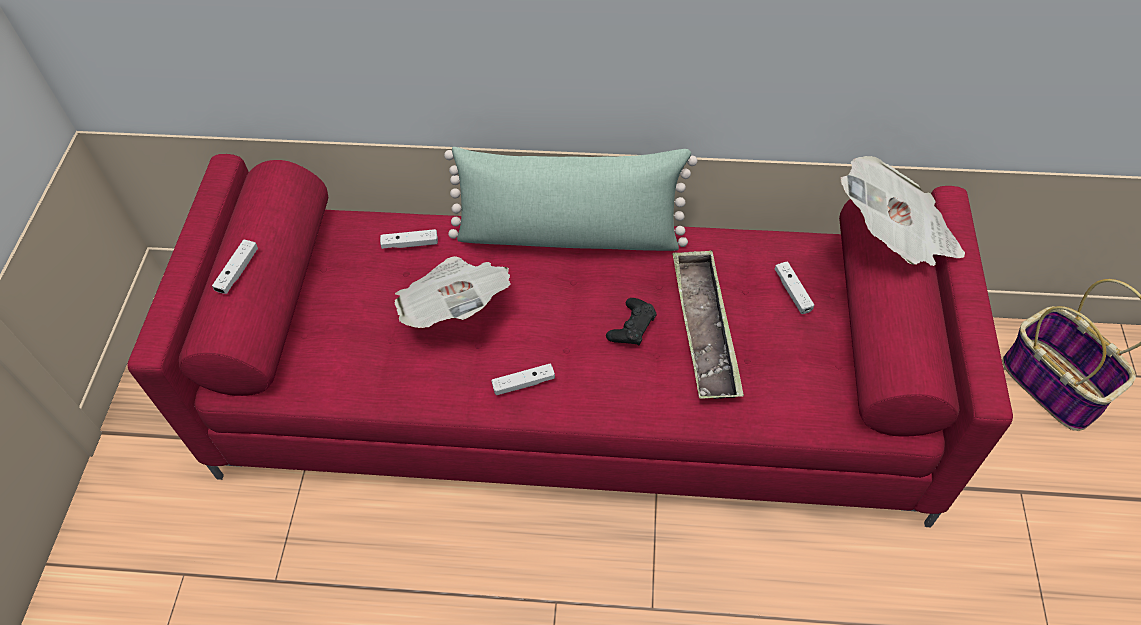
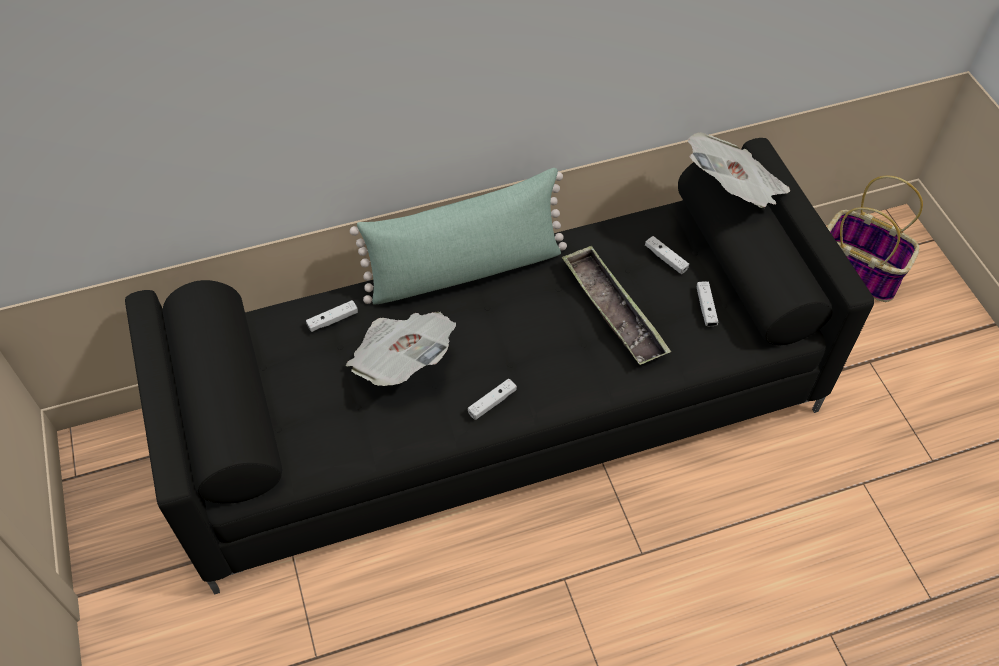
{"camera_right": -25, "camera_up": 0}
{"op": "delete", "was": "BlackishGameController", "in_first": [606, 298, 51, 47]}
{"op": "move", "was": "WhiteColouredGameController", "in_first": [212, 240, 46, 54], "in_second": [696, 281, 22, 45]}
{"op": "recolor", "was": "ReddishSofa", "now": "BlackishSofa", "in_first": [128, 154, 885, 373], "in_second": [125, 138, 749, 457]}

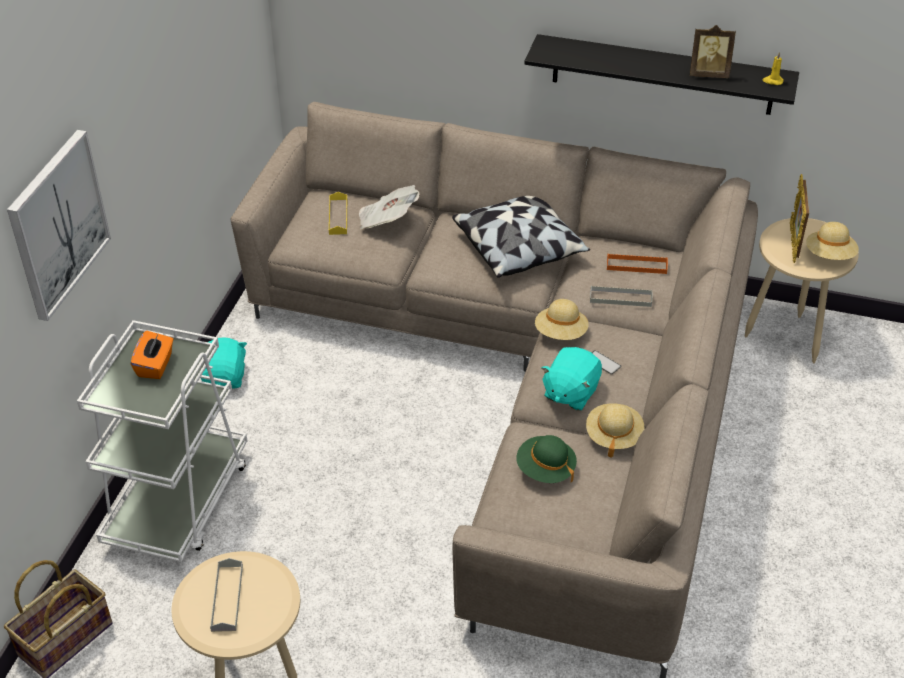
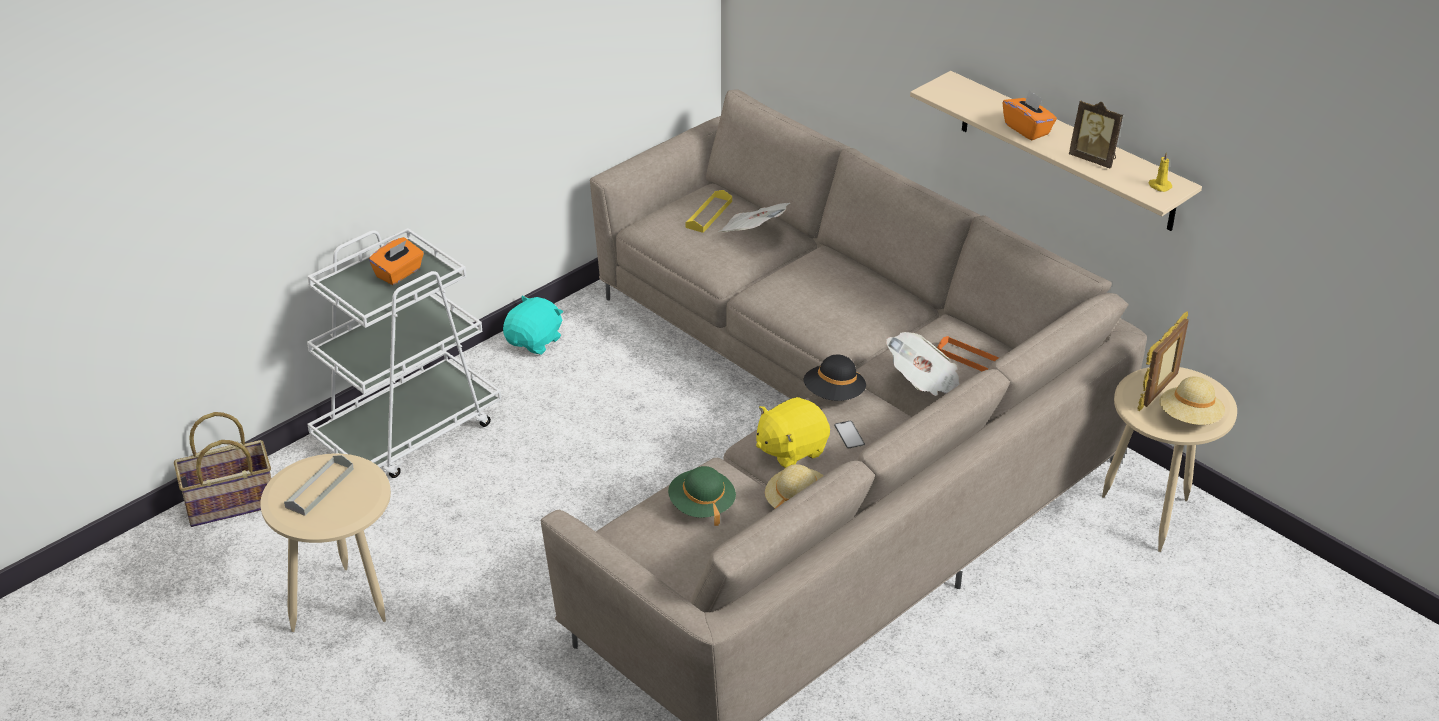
{"camera_right": 30, "camera_up": -5}
{"op": "delete", "was": "Picture", "in_first": [7, 130, 104, 191]}
{"op": "delete", "was": "ThrowPillow", "in_first": [452, 196, 138, 82]}
{"op": "insert", "now": "OrangeTissueBox", "in_second": [1003, 90, 54, 50]}
{"op": "replace", "was": "GreyishTray", "now": "DailyPaper", "in_first": [590, 286, 63, 21], "in_second": [886, 332, 74, 64]}
{"op": "recolor", "was": "BlackishBracketShelf", "now": "BeigeColouredBracketShelf", "in_first": [524, 34, 275, 81], "in_second": [910, 71, 292, 160]}
{"op": "recolor", "was": "BeigeColouredClothingHat", "now": "BlackishClothingHat", "in_first": [535, 299, 54, 41], "in_second": [804, 354, 62, 47]}
{"op": "recolor", "was": "BlueGreenCuddlyToy", "now": "YellowColouredCuddlyToy", "in_first": [541, 347, 61, 63], "in_second": [756, 397, 74, 71]}

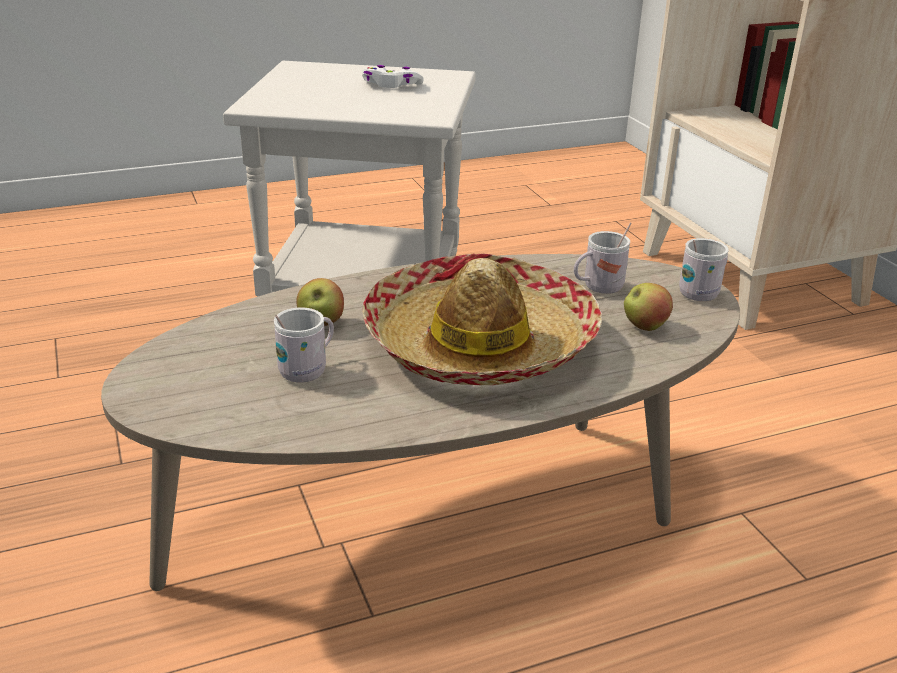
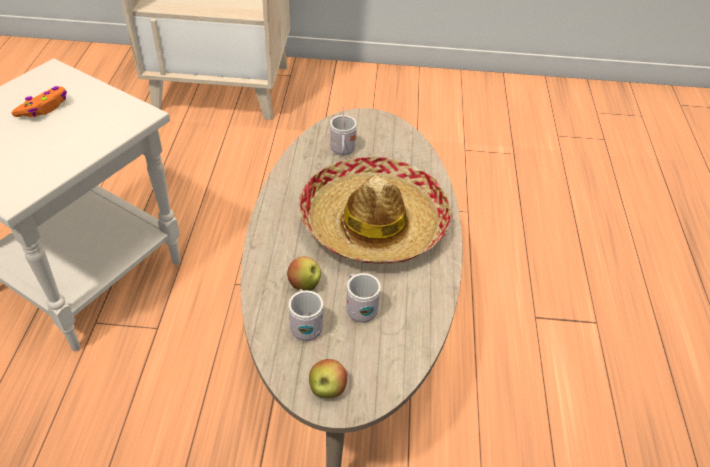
{"camera_right": -65, "camera_up": 15}
{"op": "move", "was": "Apple", "in_first": [624, 283, 49, 48], "in_second": [309, 359, 38, 39]}
{"op": "move", "was": "WhiteColouredCoffeeMug", "in_first": [679, 238, 50, 63], "in_second": [289, 289, 34, 52]}
{"op": "recolor", "was": "WhiteColouredGameController", "now": "OrangeGameController", "in_first": [362, 65, 62, 23], "in_second": [11, 86, 56, 31]}

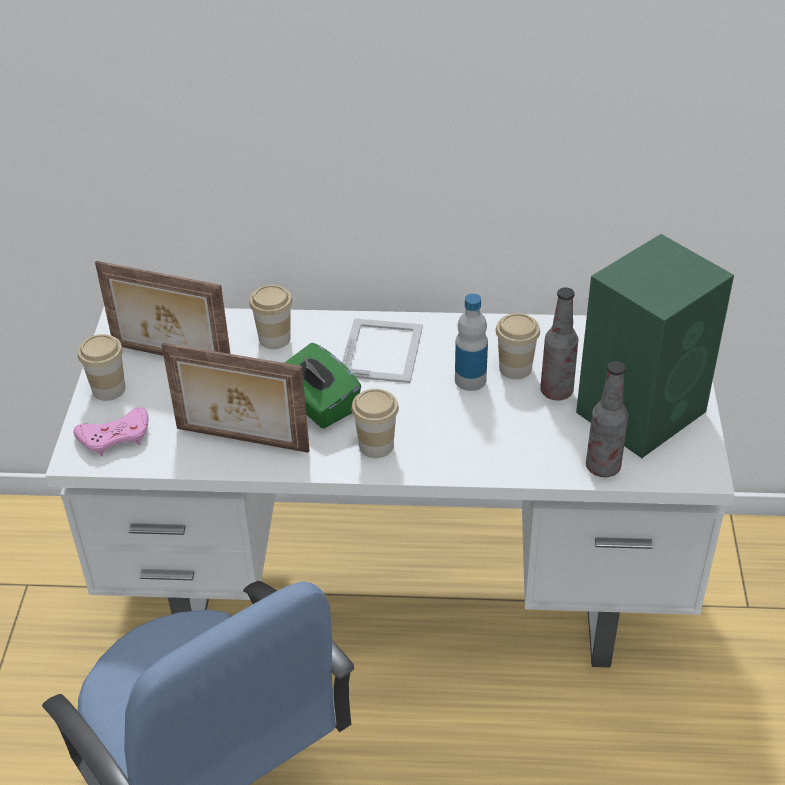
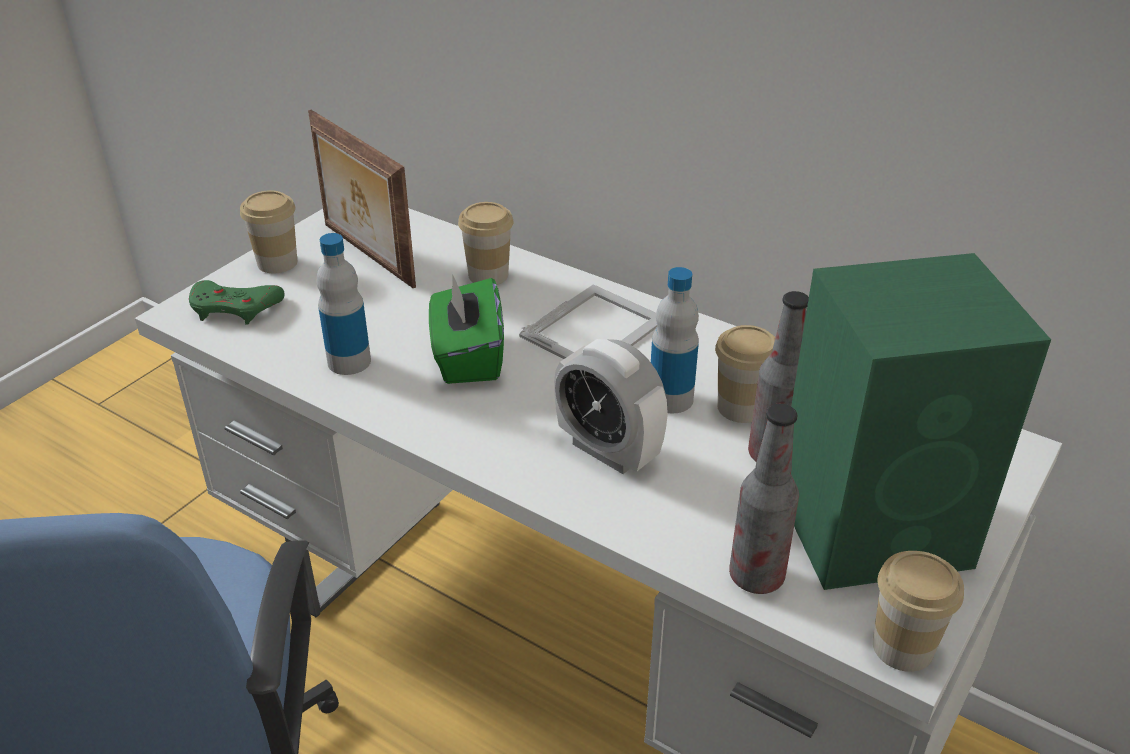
{"camera_right": 30, "camera_up": -5}
{"op": "insert", "now": "BedsideClock", "in_second": [554, 339, 114, 135]}
{"op": "move", "was": "Cup", "in_first": [351, 389, 48, 69], "in_second": [873, 551, 91, 121]}
{"op": "replace", "was": "PhotoFrame", "now": "Bottle", "in_first": [161, 343, 149, 110], "in_second": [316, 233, 55, 142]}
{"op": "recolor", "was": "PinkishGameController", "now": "GreenGameController", "in_first": [74, 407, 75, 50], "in_second": [189, 280, 95, 44]}

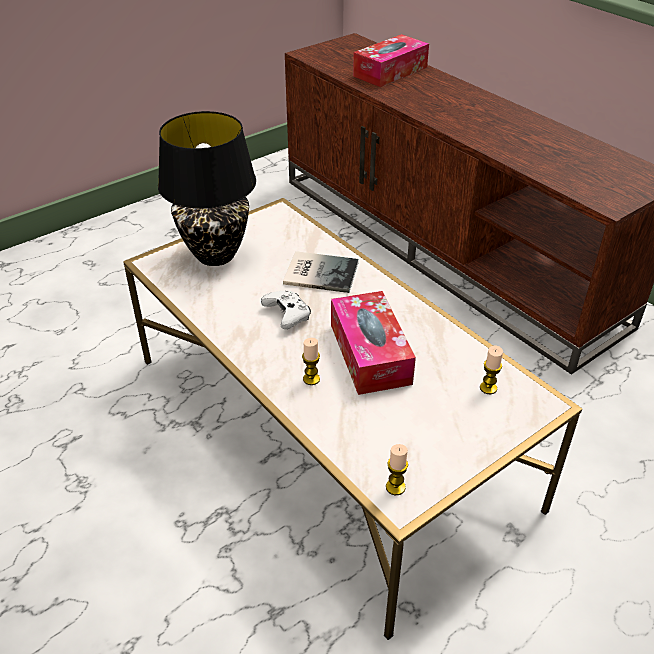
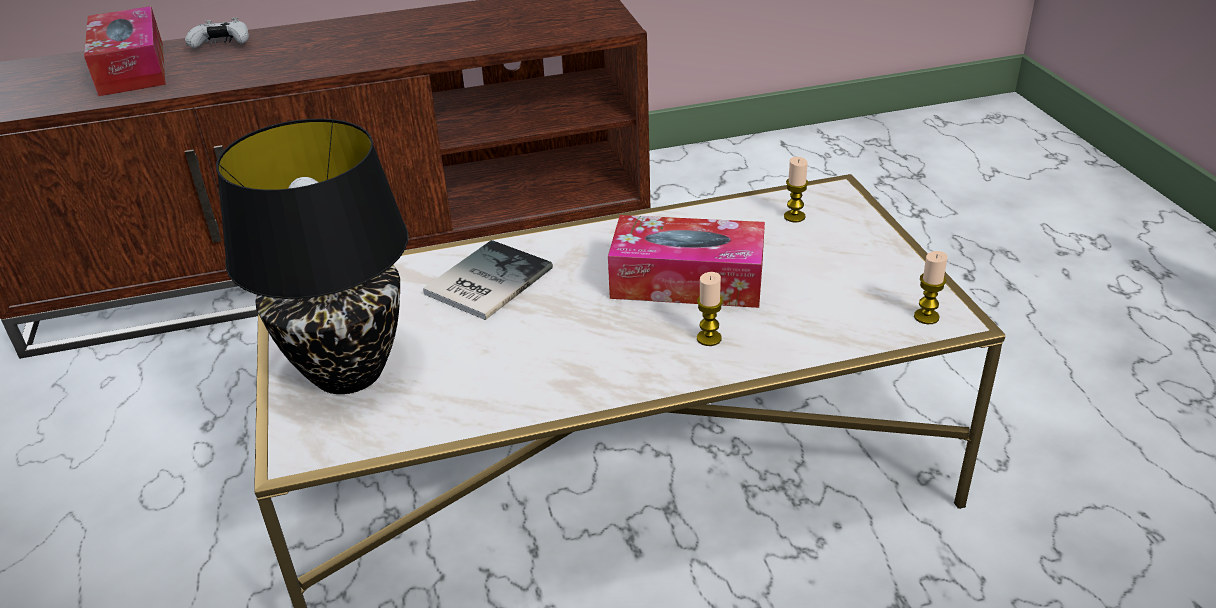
{"camera_right": -65, "camera_up": -5}
{"op": "move", "was": "WhiteColouredGameController", "in_first": [261, 290, 50, 39], "in_second": [185, 17, 64, 31]}

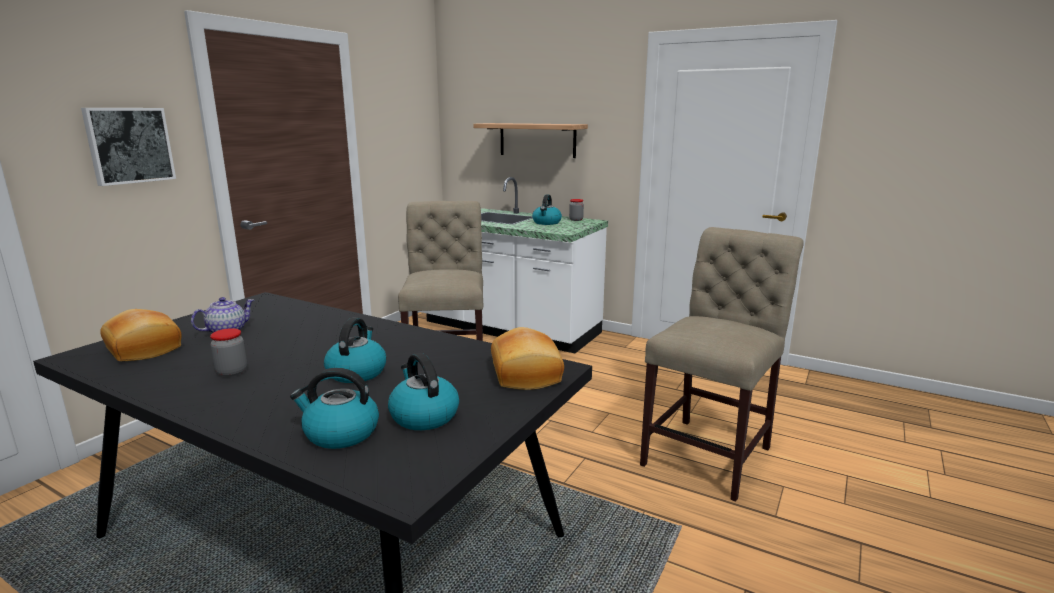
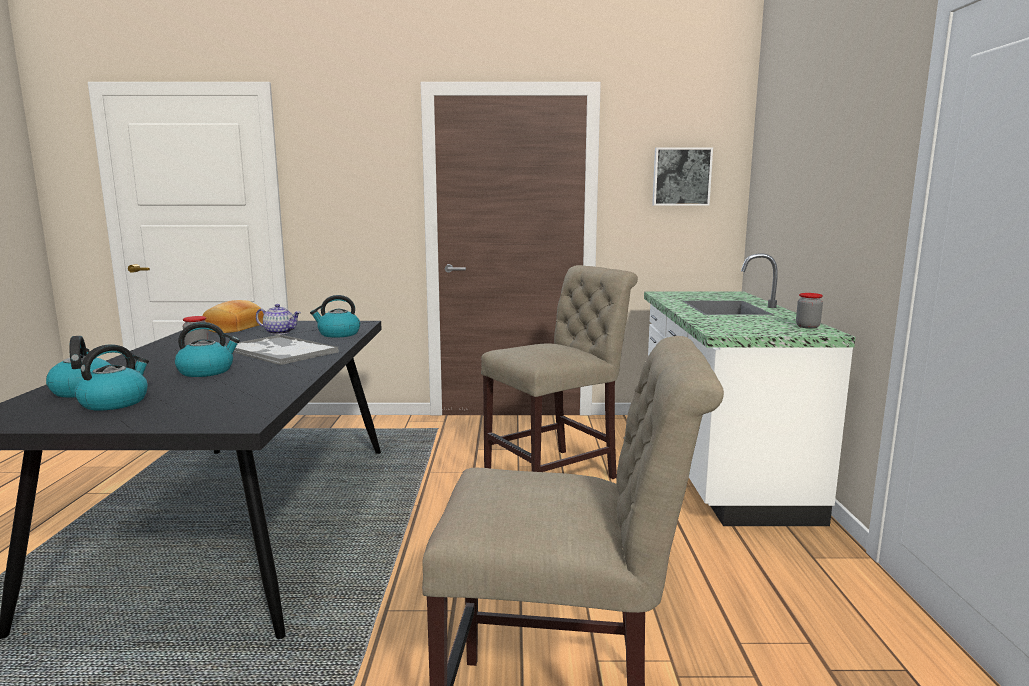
{"camera_right": 60, "camera_up": -5}
{"op": "delete", "was": "BracketShelf", "in_first": [473, 123, 115, 35]}
{"op": "delete", "was": "Bread", "in_first": [491, 327, 73, 63]}
{"op": "insert", "now": "Tray", "in_second": [225, 335, 114, 30]}
{"op": "move", "was": "Picture", "in_first": [81, 108, 95, 78], "in_second": [652, 147, 61, 59]}
{"op": "move", "was": "WaterKettle", "in_first": [532, 195, 30, 30], "in_second": [310, 295, 50, 43]}

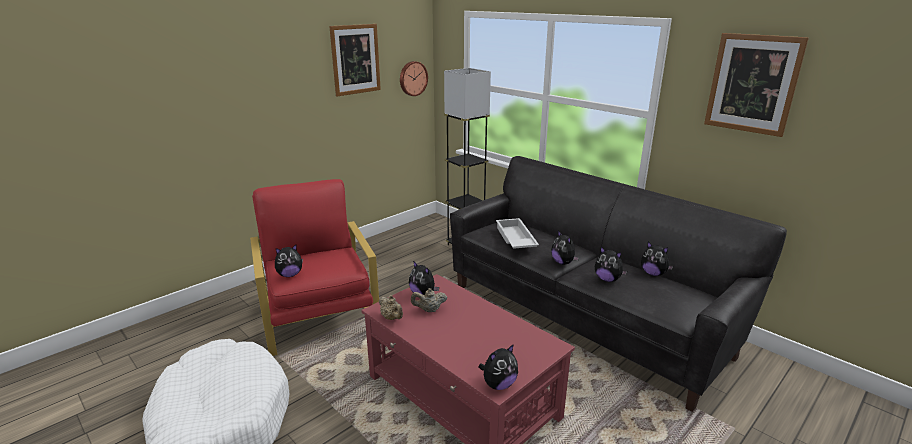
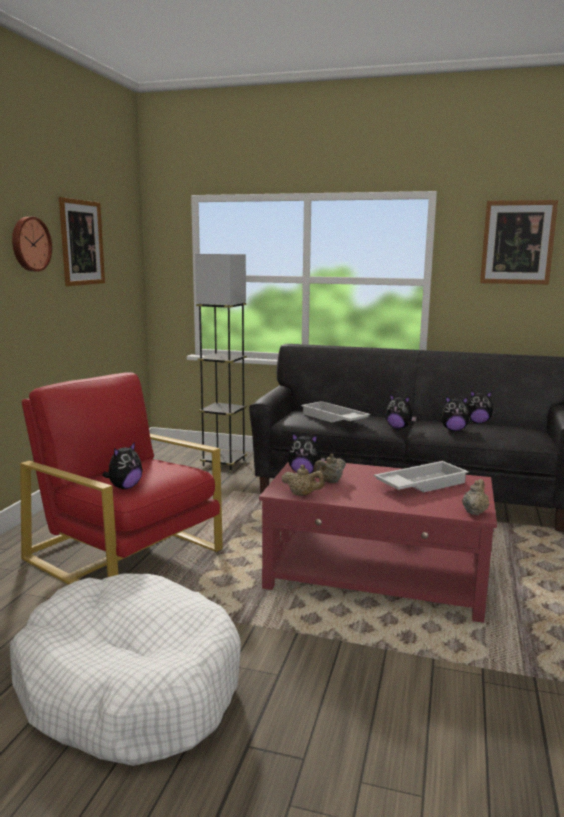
{"camera_right": -30, "camera_up": -10}
{"op": "insert", "now": "WhiteColouredTray", "in_second": [374, 461, 95, 31]}
{"op": "move", "was": "WallClock", "in_first": [400, 61, 28, 35], "in_second": [12, 217, 40, 55]}
{"op": "replace", "was": "CuddlyToy", "now": "BeigeColouredTeapot", "in_first": [479, 344, 39, 46], "in_second": [462, 479, 27, 36]}

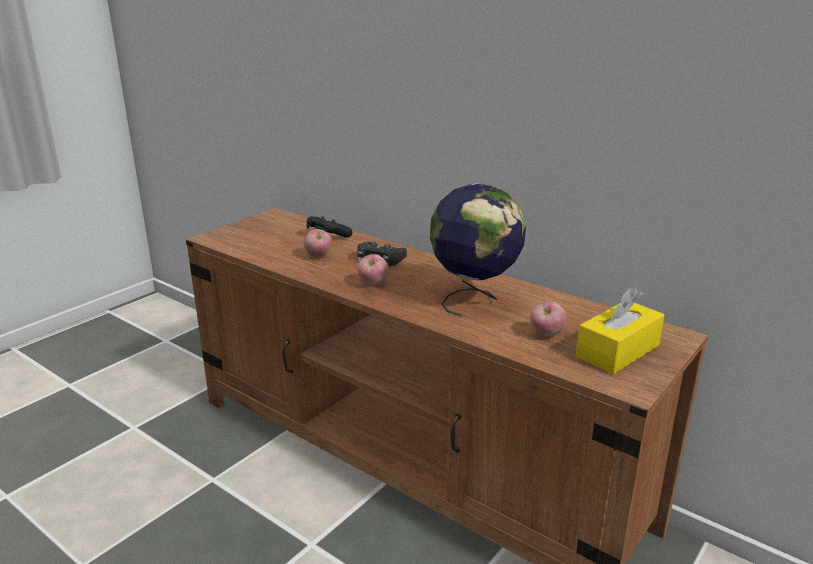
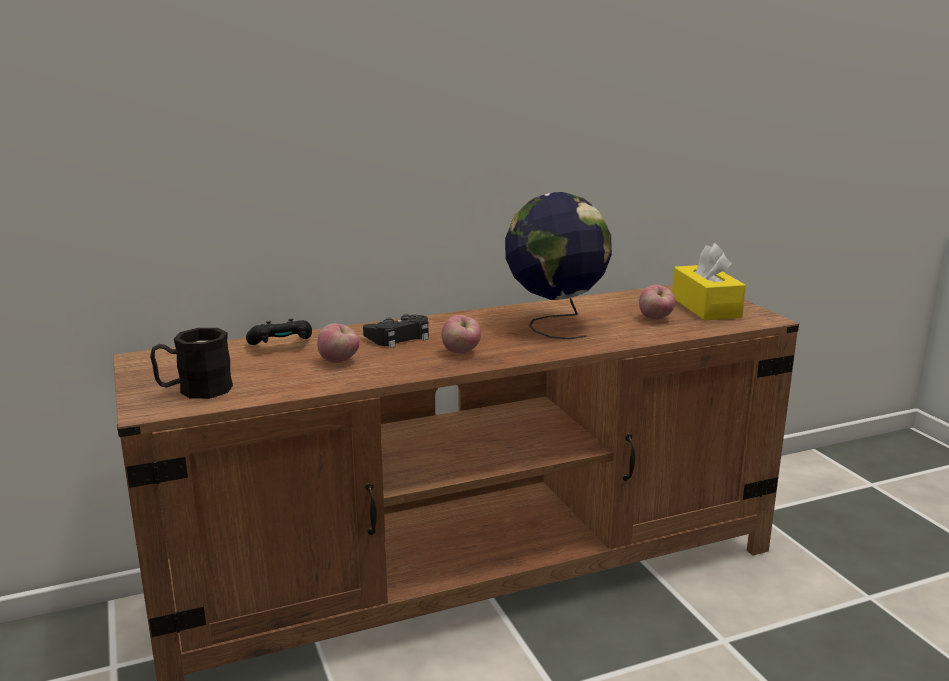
{"camera_right": -60, "camera_up": -5}
{"op": "insert", "now": "BlackishCoffeeMug", "in_second": [150, 328, 83, 71]}

